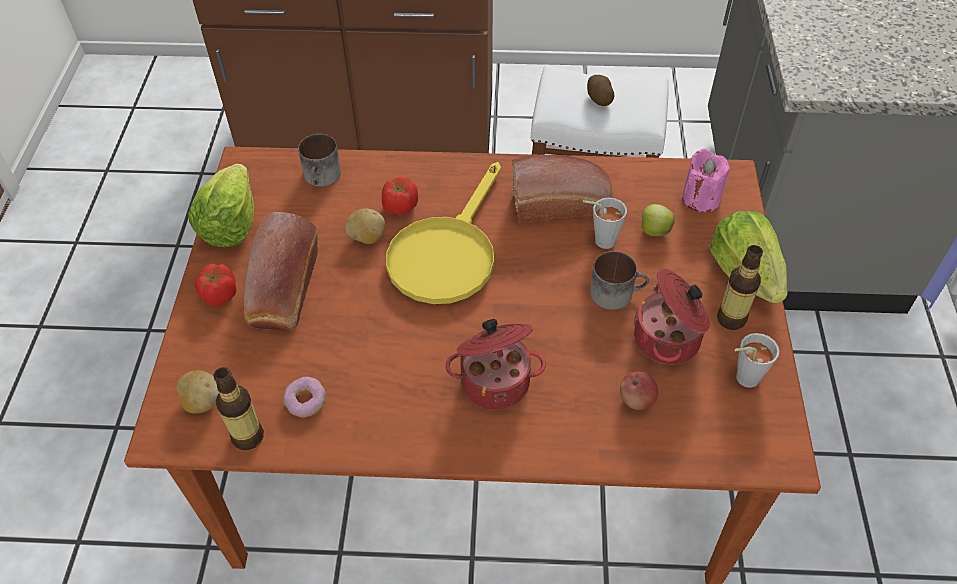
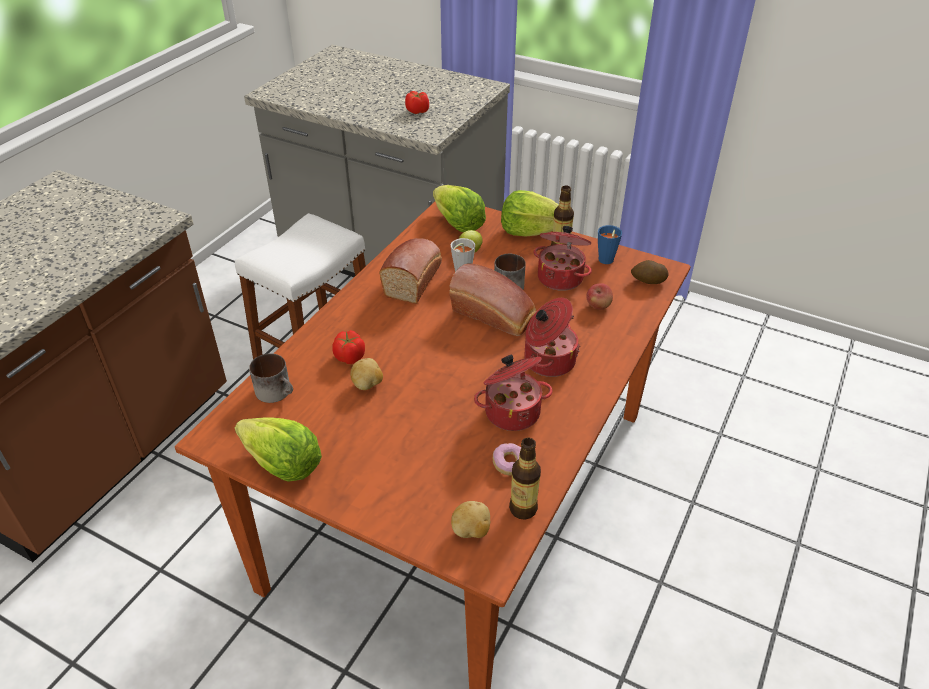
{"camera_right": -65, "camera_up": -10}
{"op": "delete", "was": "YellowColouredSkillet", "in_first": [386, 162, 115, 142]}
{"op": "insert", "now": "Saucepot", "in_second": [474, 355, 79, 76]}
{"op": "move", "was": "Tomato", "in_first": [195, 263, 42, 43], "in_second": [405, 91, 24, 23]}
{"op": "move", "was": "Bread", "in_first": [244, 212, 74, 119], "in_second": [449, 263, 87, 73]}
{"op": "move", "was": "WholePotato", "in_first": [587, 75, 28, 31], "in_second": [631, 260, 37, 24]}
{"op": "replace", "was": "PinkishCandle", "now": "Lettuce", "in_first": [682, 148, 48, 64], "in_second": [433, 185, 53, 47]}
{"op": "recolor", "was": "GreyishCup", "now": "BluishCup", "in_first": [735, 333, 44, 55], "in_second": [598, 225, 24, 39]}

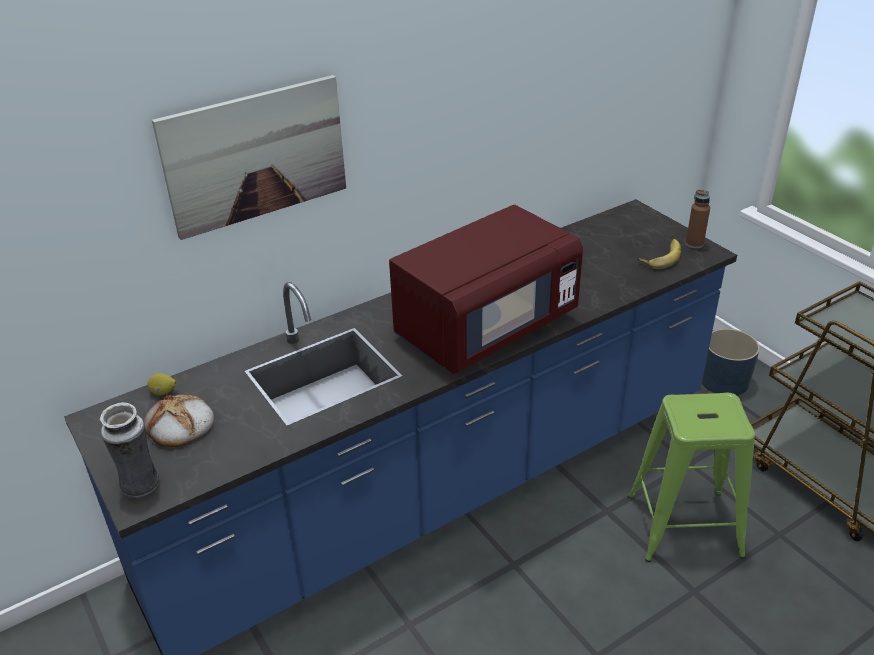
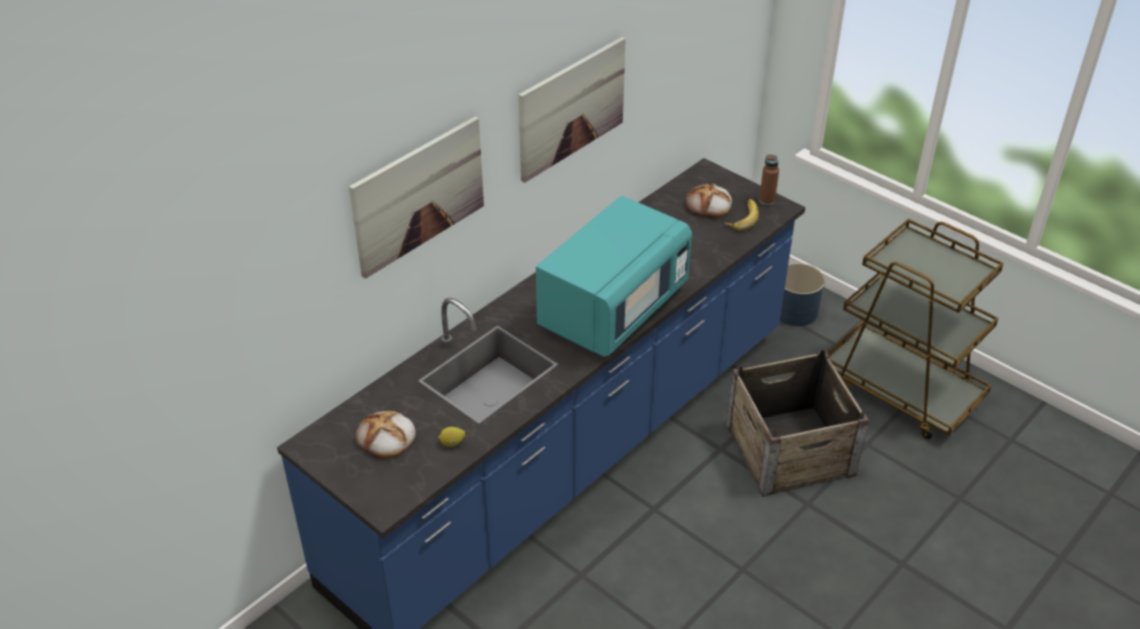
{"camera_right": -15, "camera_up": 5}
{"op": "delete", "was": "Vase", "in_first": [100, 402, 59, 96]}
{"op": "insert", "now": "Picture", "in_second": [518, 37, 108, 146]}
{"op": "insert", "now": "Bread", "in_second": [685, 183, 47, 35]}
{"op": "move", "was": "Lemon", "in_first": [147, 373, 29, 22], "in_second": [438, 427, 27, 20]}
{"op": "replace", "was": "GreenStoolSeat", "now": "PackingCrate", "in_first": [628, 393, 127, 169], "in_second": [726, 350, 143, 147]}
{"op": "recolor", "was": "ReddishMicrowave", "now": "BlueGreenMicrowave", "in_first": [389, 205, 194, 169], "in_second": [536, 196, 156, 161]}

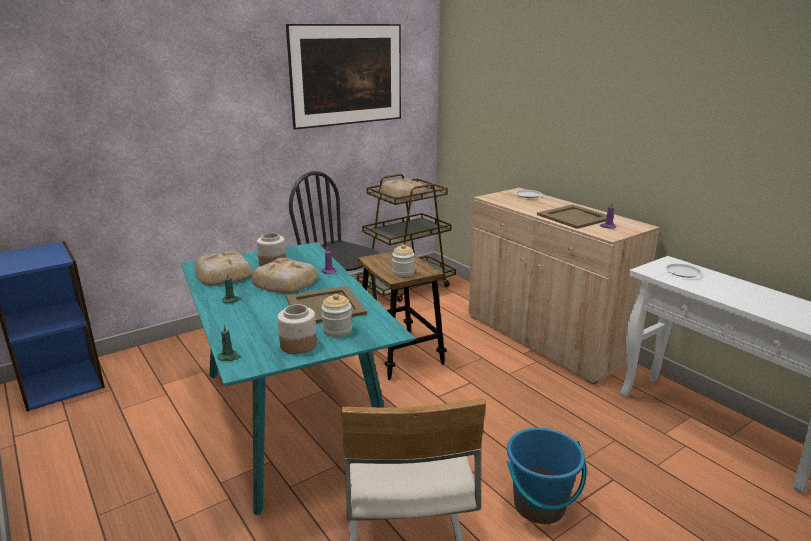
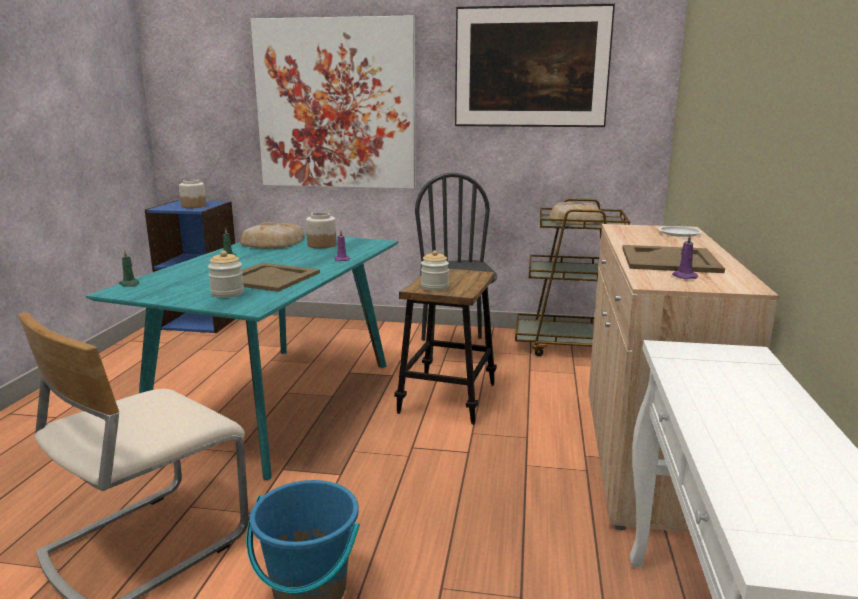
{"camera_right": 45, "camera_up": -5}
{"op": "delete", "was": "Bread", "in_first": [251, 258, 67, 36]}
{"op": "delete", "was": "WhiteColouredFlatDish", "in_first": [665, 263, 38, 15]}
{"op": "insert", "now": "Picture", "in_second": [251, 15, 165, 174]}
{"op": "move", "was": "Jar", "in_first": [277, 304, 40, 50], "in_second": [179, 179, 27, 29]}

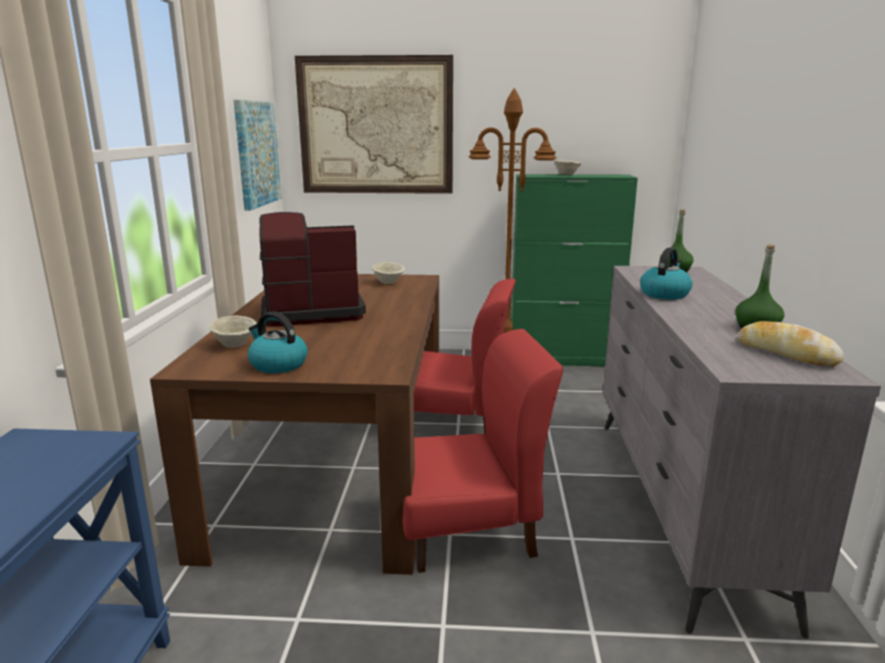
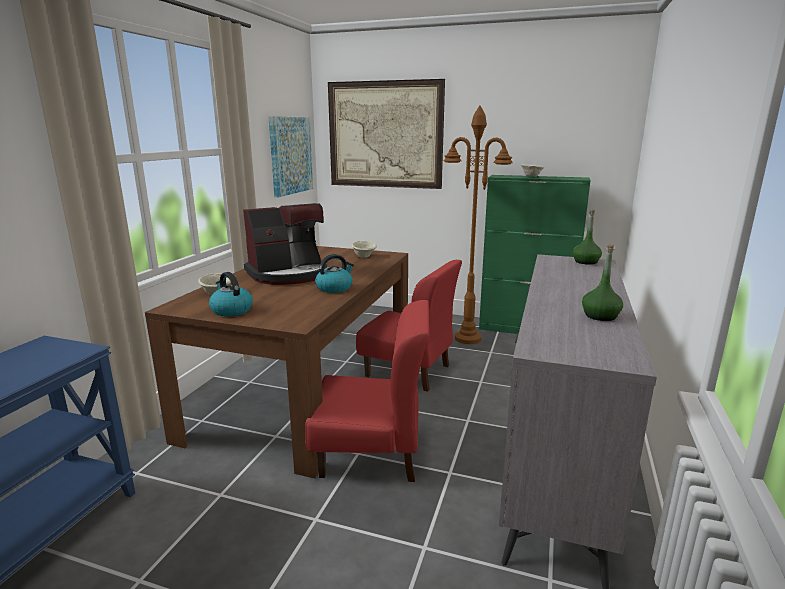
{"camera_right": 15, "camera_up": 0}
{"op": "delete", "was": "Bread", "in_first": [737, 321, 107, 45]}
{"op": "move", "was": "WaterKettle", "in_first": [640, 248, 52, 52], "in_second": [315, 254, 39, 39]}
{"op": "rotate", "was": "CoffeeBrewer", "in_first": [259, 212, 107, 115], "in_second": [243, 203, 84, 82], "clockwise": 150}

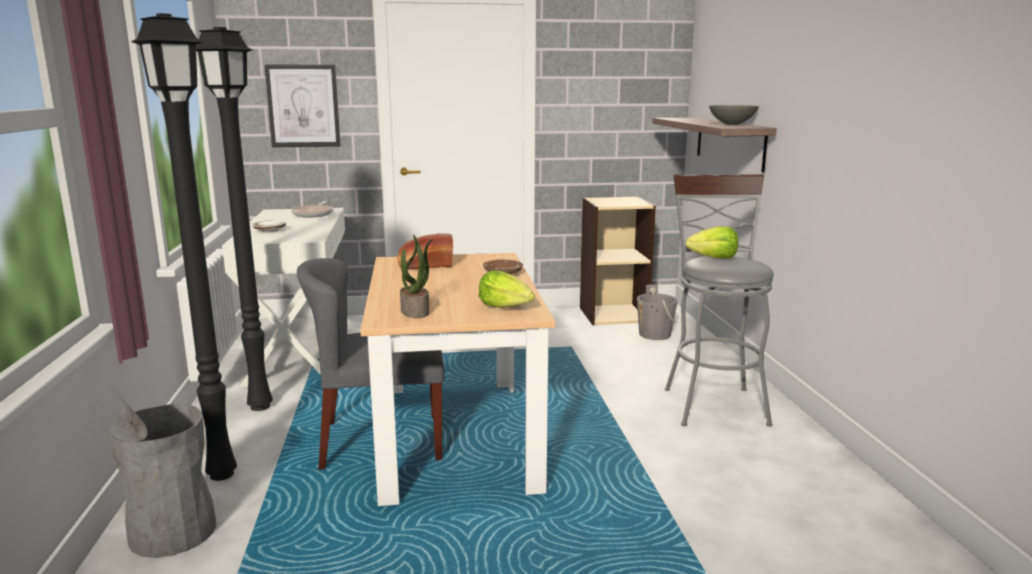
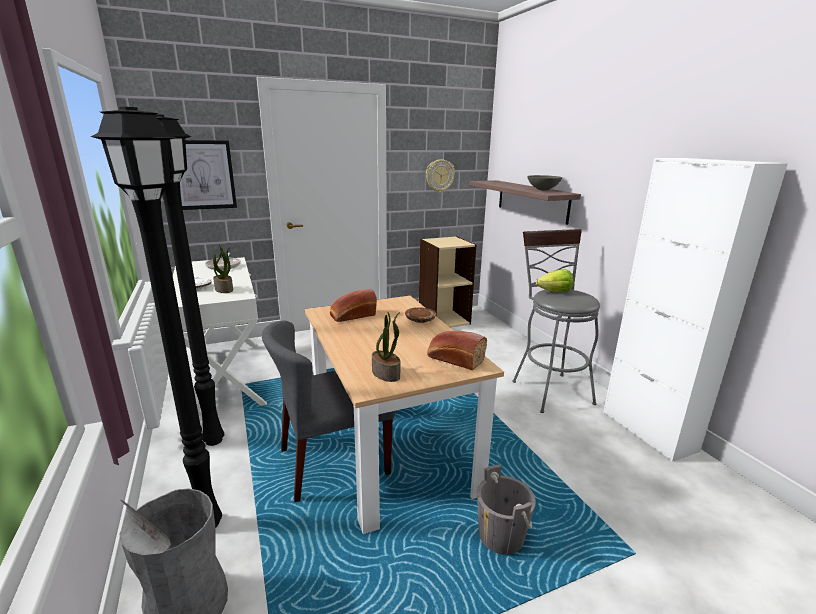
{"camera_right": -15, "camera_up": 5}
{"op": "insert", "now": "PlantInAPot", "in_second": [213, 245, 20, 48]}
{"op": "insert", "now": "WallClock", "in_second": [426, 159, 29, 34]}
{"op": "insert", "now": "WhiteColouredCupboard", "in_second": [603, 158, 185, 304]}
{"op": "move", "was": "GreyishWaterBucket", "in_first": [637, 285, 41, 55], "in_second": [477, 465, 59, 90]}
{"op": "replace", "was": "Lettuce", "now": "Bread", "in_first": [479, 271, 56, 37], "in_second": [427, 331, 60, 39]}

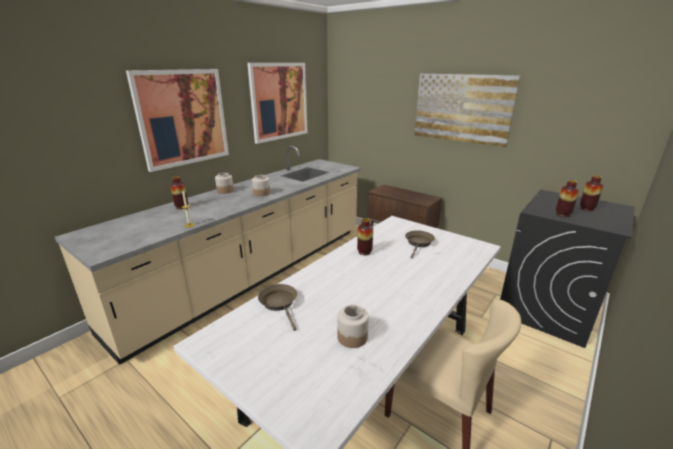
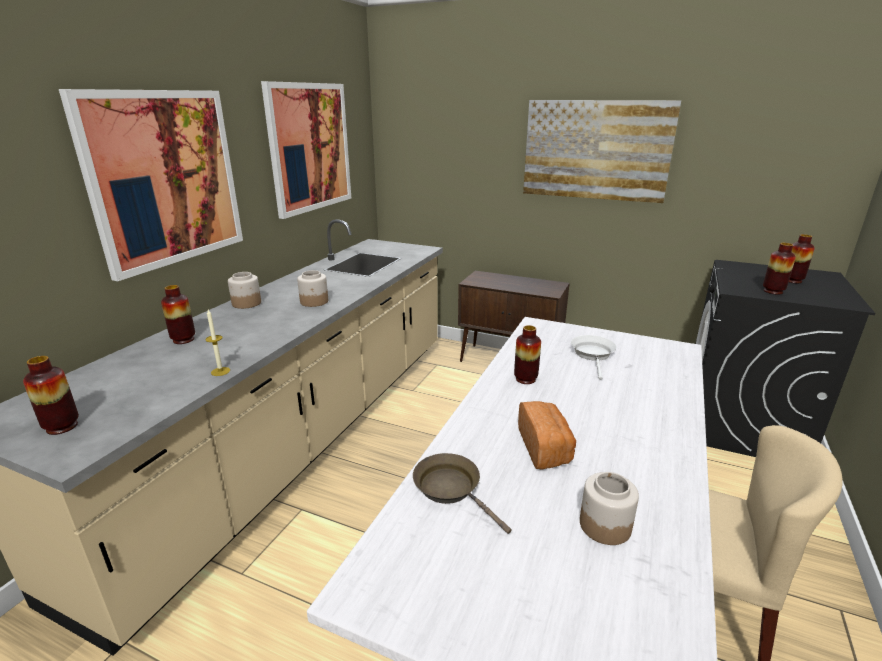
{"camera_right": -15, "camera_up": 0}
{"op": "insert", "now": "Vase", "in_second": [23, 356, 56, 79]}
{"op": "insert", "now": "Bread", "in_second": [518, 401, 58, 69]}
{"op": "recolor", "was": "BrownSkillet", "now": "WhiteColouredSkillet", "in_first": [405, 230, 30, 28], "in_second": [571, 335, 46, 44]}

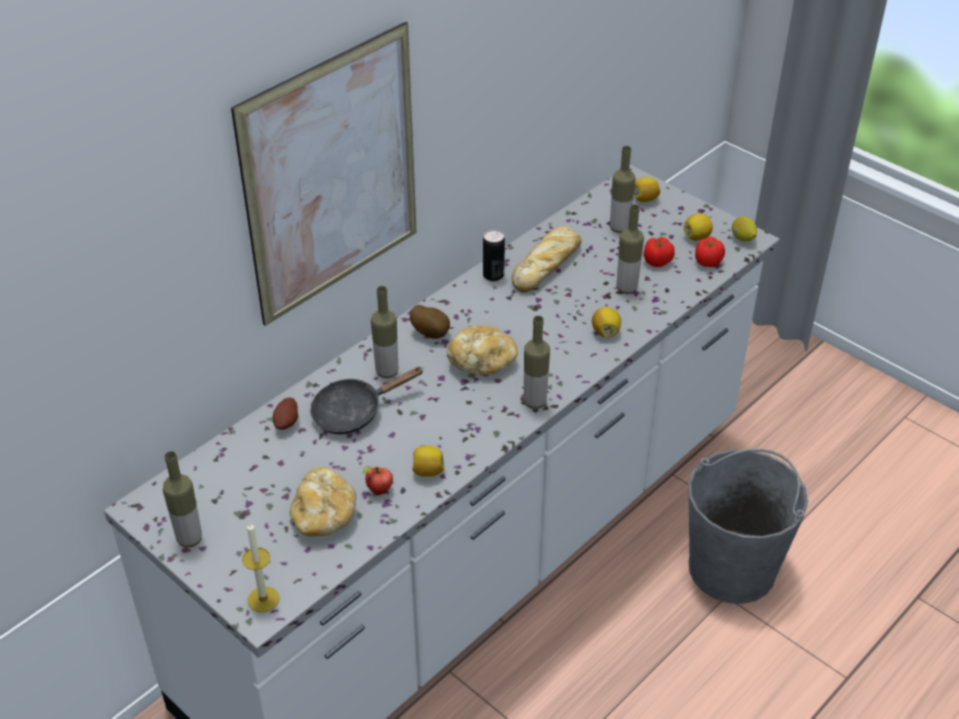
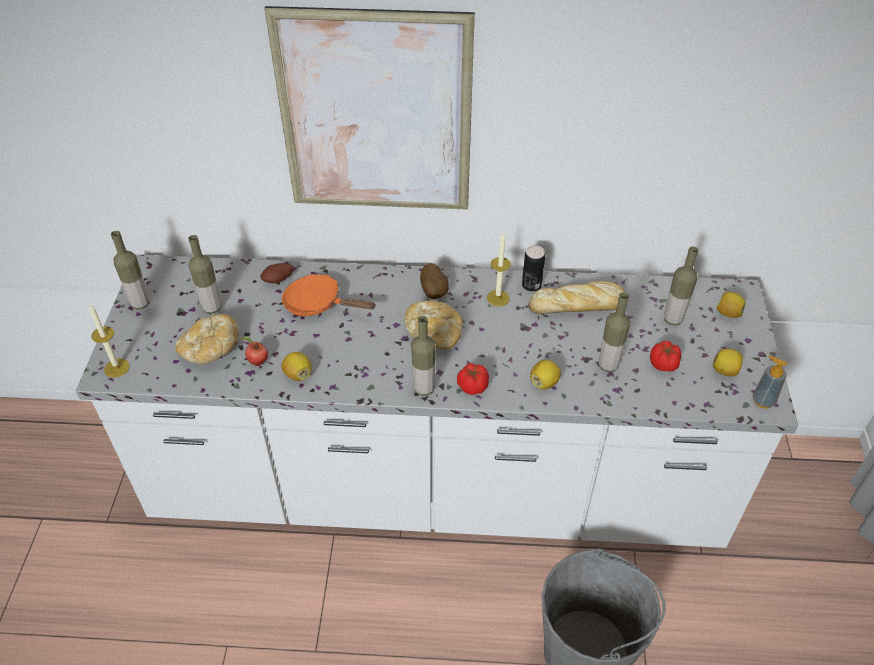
{"camera_right": 50, "camera_up": 5}
{"op": "insert", "now": "Candle", "in_second": [487, 234, 24, 72]}
{"op": "move", "was": "Bottle", "in_first": [371, 286, 27, 92], "in_second": [188, 235, 33, 79]}
{"op": "move", "was": "Tomato", "in_first": [695, 237, 30, 30], "in_second": [457, 363, 32, 32]}
{"op": "replace", "was": "Lemon", "now": "LiquidSoapBottle", "in_first": [732, 216, 25, 25], "in_second": [753, 355, 34, 54]}
{"op": "recolor", "was": "BlackishSkillet", "now": "OrangeSkillet", "in_first": [310, 367, 114, 68], "in_second": [282, 274, 94, 42]}

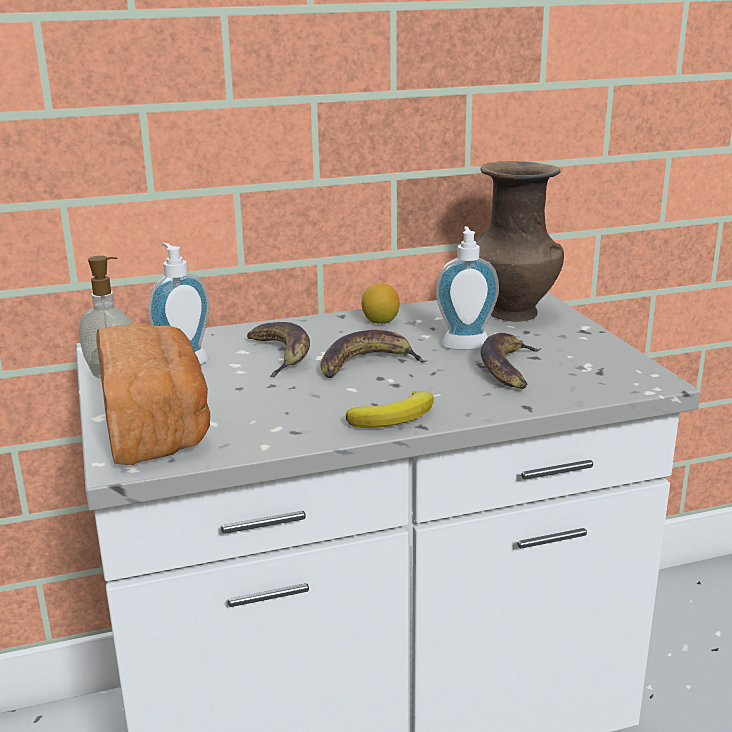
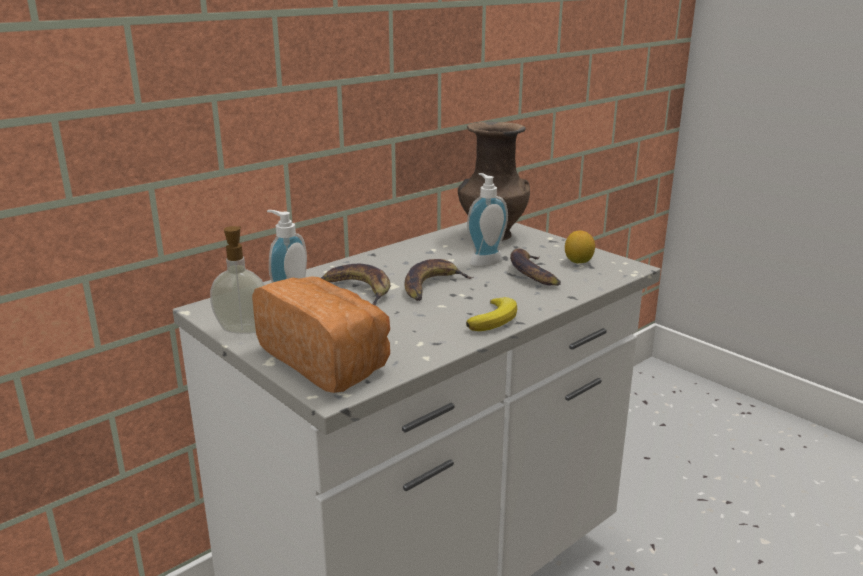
{"camera_right": -25, "camera_up": 0}
{"op": "move", "was": "Lemon", "in_first": [361, 283, 39, 41], "in_second": [565, 231, 30, 32]}

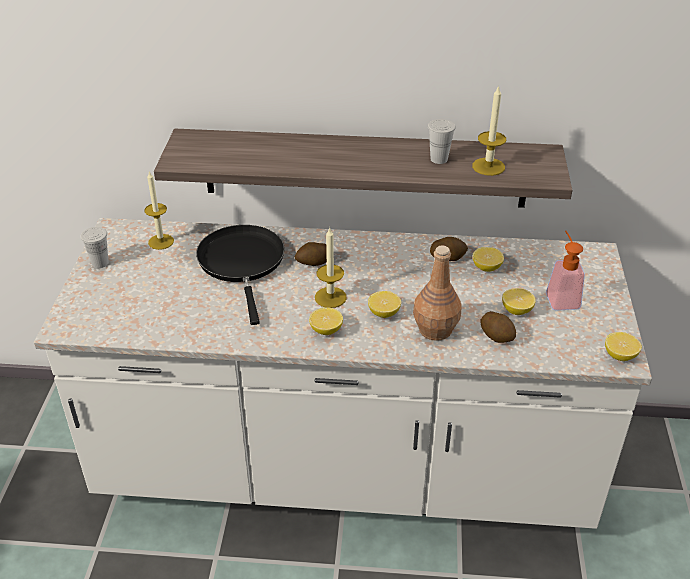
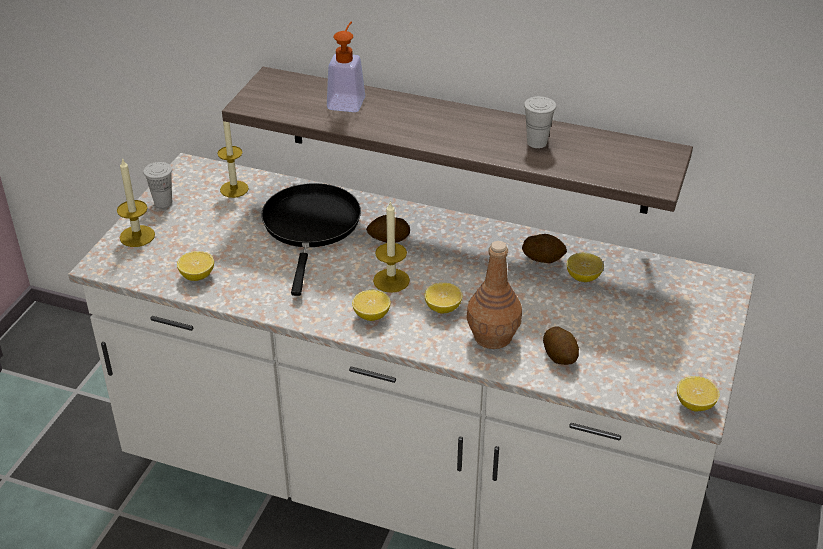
{"camera_right": 15, "camera_up": 0}
{"op": "move", "was": "Candle", "in_first": [472, 85, 34, 91], "in_second": [117, 158, 38, 89]}
{"op": "move", "was": "Lemon", "in_first": [502, 288, 34, 27], "in_second": [177, 251, 37, 30]}
{"op": "move", "was": "LiquidSoapBottle", "in_first": [546, 231, 39, 80], "in_second": [327, 22, 38, 90]}

